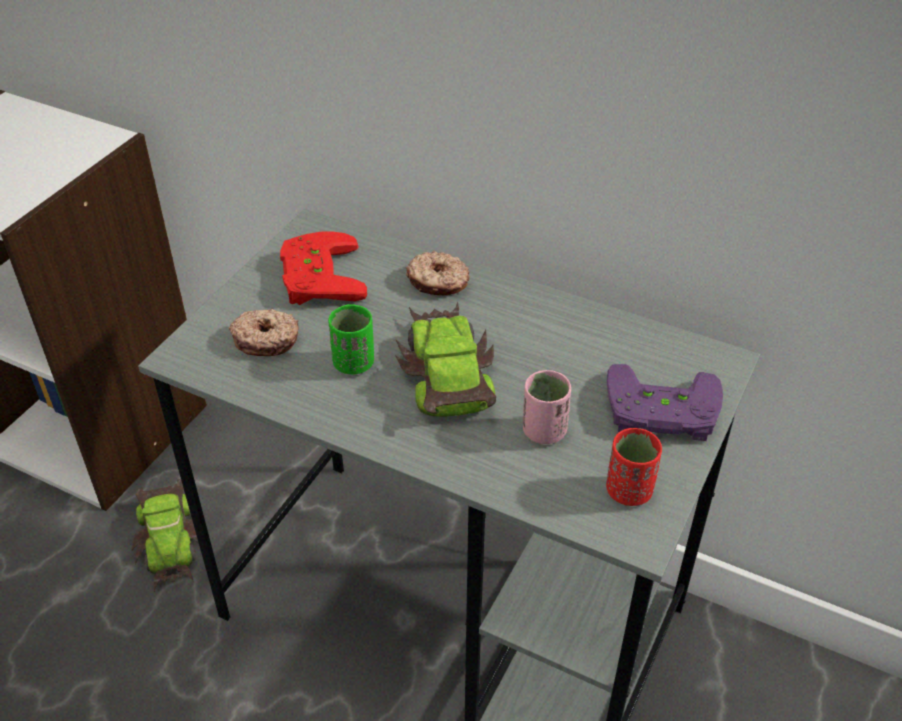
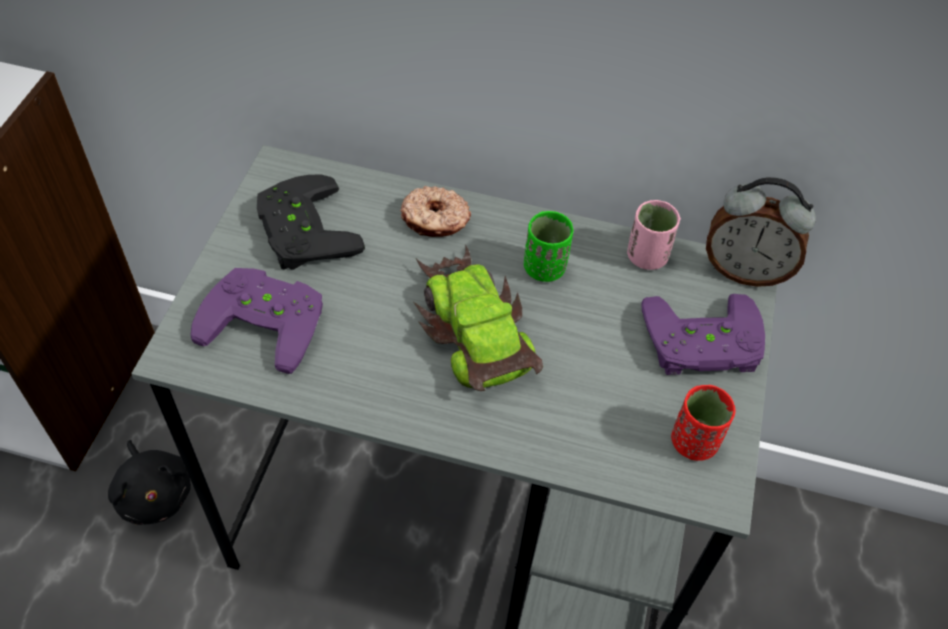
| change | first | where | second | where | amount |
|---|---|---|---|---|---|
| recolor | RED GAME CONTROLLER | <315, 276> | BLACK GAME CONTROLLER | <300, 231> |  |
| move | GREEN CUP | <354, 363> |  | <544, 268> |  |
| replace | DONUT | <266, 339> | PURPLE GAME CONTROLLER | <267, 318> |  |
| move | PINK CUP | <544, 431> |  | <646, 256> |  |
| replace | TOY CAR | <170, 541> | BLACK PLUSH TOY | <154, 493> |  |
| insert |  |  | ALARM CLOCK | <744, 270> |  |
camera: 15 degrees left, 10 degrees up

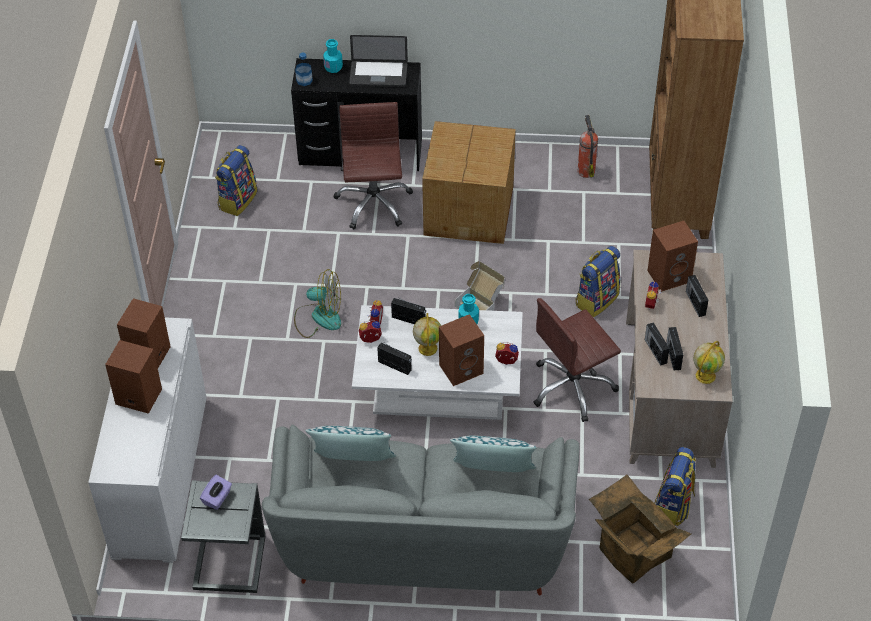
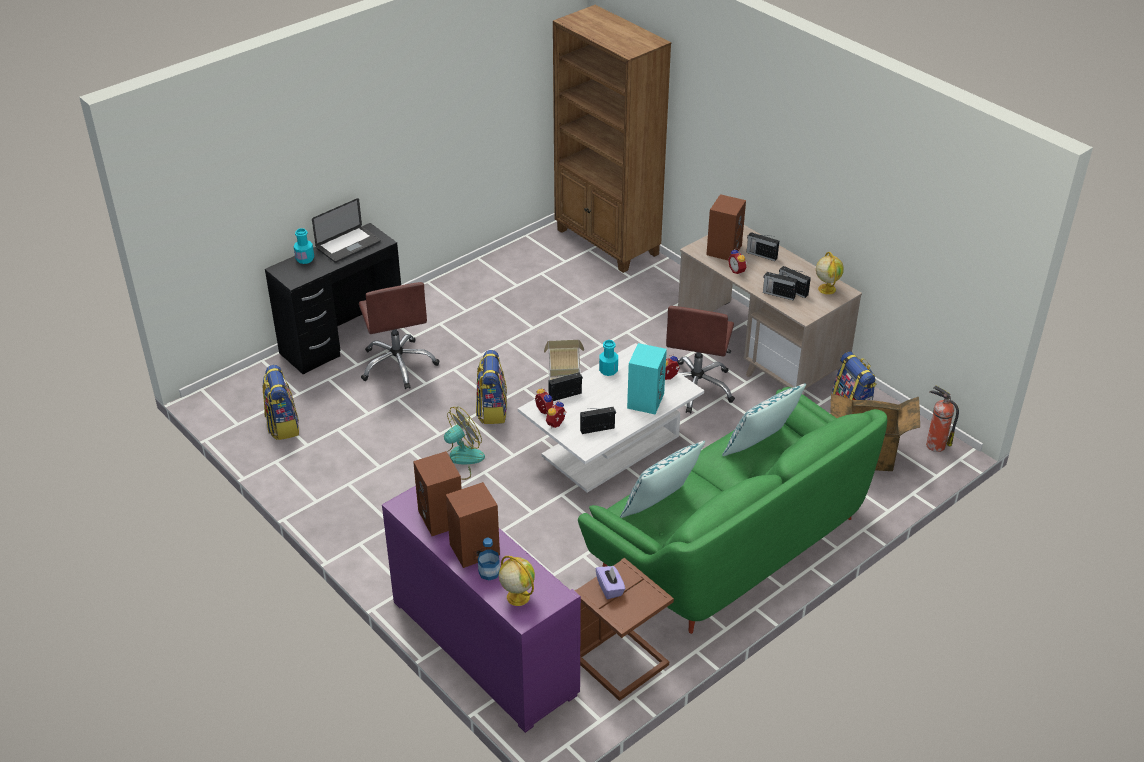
| change | first | where | second | where | amount |
|---|---|---|---|---|---|
| move | BOTTLE | <304, 80> |  | <489, 572> |  |
| rotate | BROWN OFFICE CHAIR | <373, 203> |  | <398, 364> | 150 degrees counterclockwise |
| move | FIRE EXTINGUISHER | <585, 170> |  | <934, 445> |  |
| delete | CARDBOARD BOX | <470, 209> |  |  |  |
| move | BACKPACK | <596, 299> |  | <491, 410> |  |
| move | GLOBE | <427, 348> |  | <517, 597> |  |
| recolor | BROWN SPEAKER | <461, 368> | TURQUOISE SPEAKER | <645, 400> |  |
| recolor | WHITE CABINET | <160, 476> | PURPLE CABINET | <483, 646> |  |
| recolor | GREY SOFA | <423, 535> | GREEN SOFA | <728, 541> |  |
| recolor | GREY SIDE TABLE | <228, 564> | BROWN SIDE TABLE | <621, 664> |  |
camera: 45 degrees left, 10 degrees down

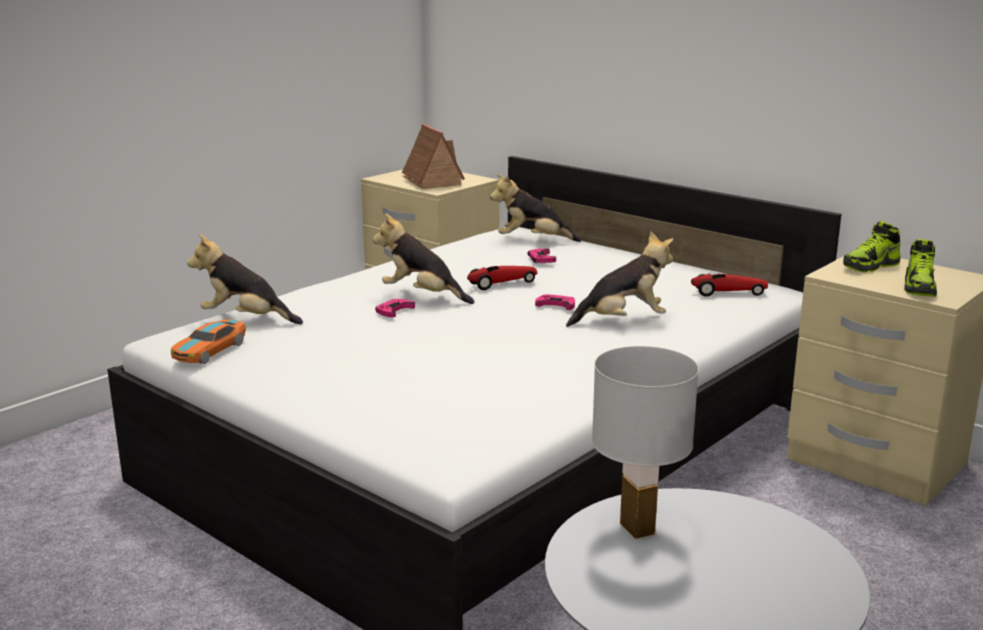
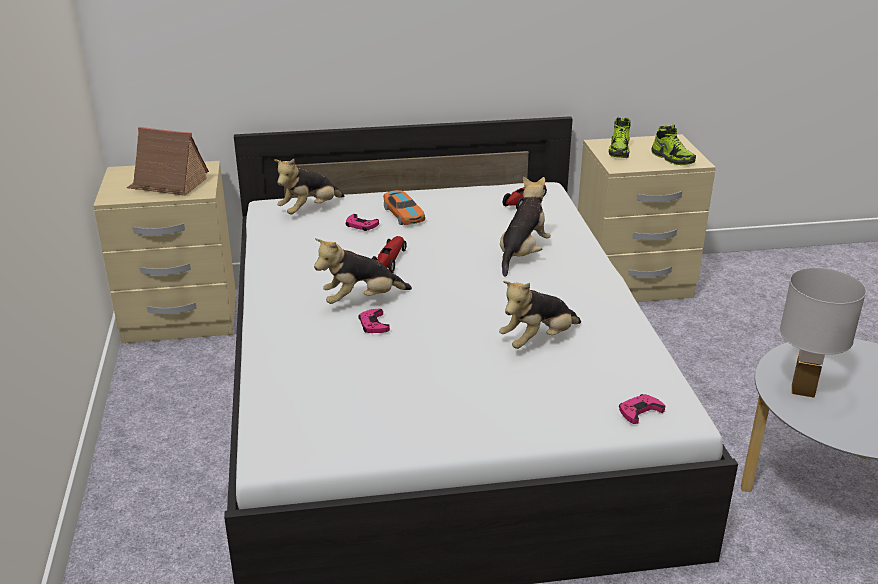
| change | first | where | second | where | amount |
|---|---|---|---|---|---|
| move | PLUSH TOY | <246, 319> |  | <538, 340> |  |
| move | PINK GAME CONTROLLER | <556, 305> |  | <640, 411> |  |
| move | TOY CAR | <210, 351> |  | <403, 214> |  |
camera: 50 degrees left, 10 degrees up

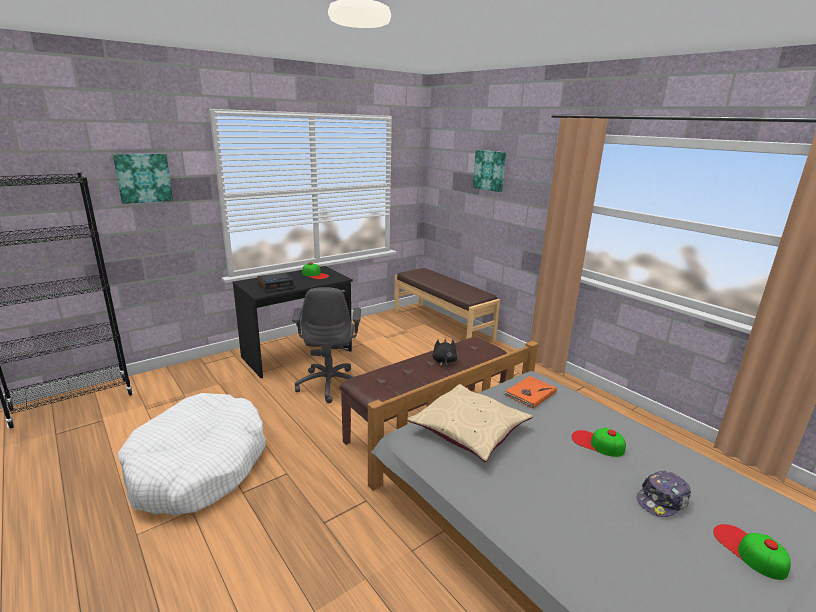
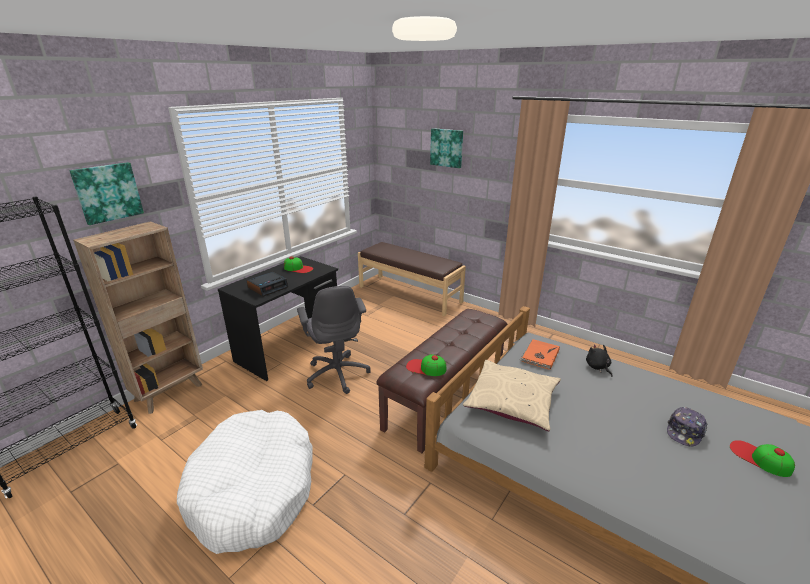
| change | first | where | second | where | amount |
|---|---|---|---|---|---|
| move | BLACK PLUSH TOY | <444, 362> |  | <597, 367> |  |
| move | CAP | <597, 443> |  | <426, 367> |  |
| insert |  |  | BROWN BOOKCASE | <170, 392> |  |
camera: 15 degrees left, 5 degrees up

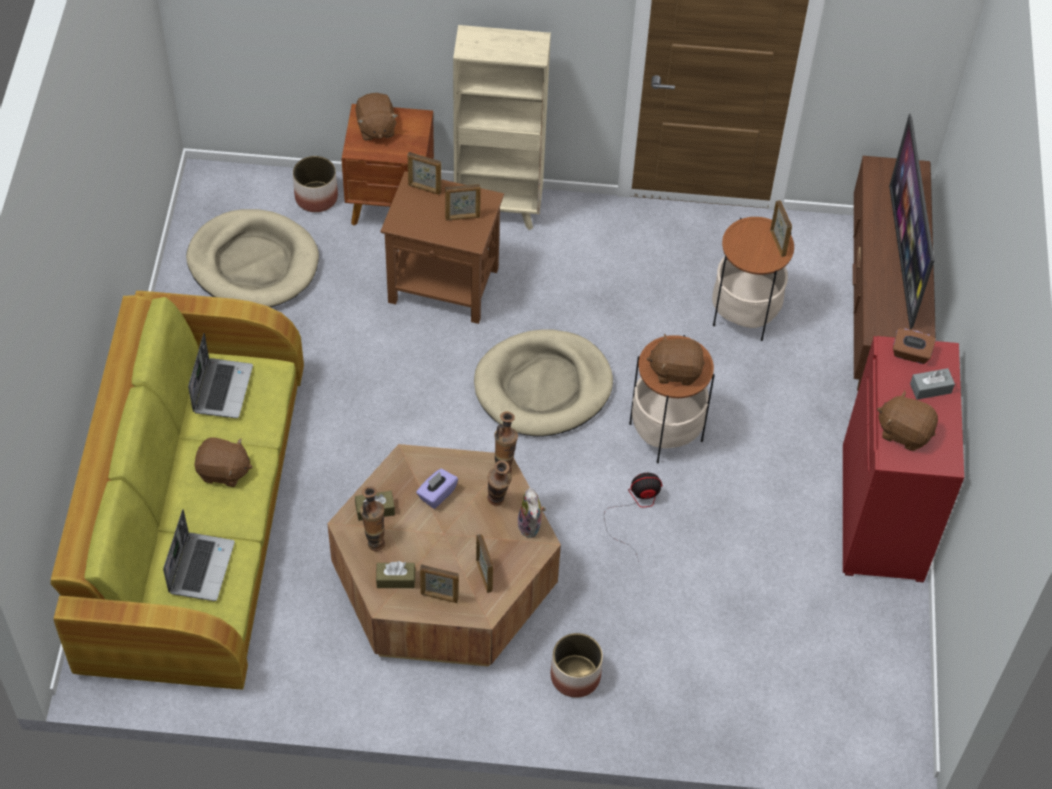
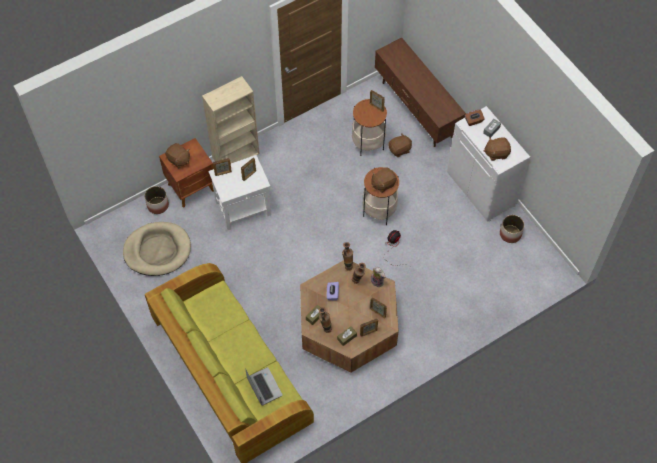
| change | first | where | second | where | amount |
|---|---|---|---|---|---|
| delete | TELEVISION | <903, 257> |  |  |  |
| recolor | BROWN SIDE TABLE | <445, 285> | WHITE SIDE TABLE | <244, 208> |  |
| delete | BEIGE DOG BED | <543, 387> |  |  |  |
| delete | LAPTOP | <222, 388> |  |  |  |
| recolor | RED CABINET | <884, 514> | WHITE CABINET | <482, 189> |  |
| move | BROWN PLUSH TOY | <223, 471> |  | <400, 150> |  |
| move | PLANTER | <575, 676> |  | <510, 234> |  |
camera: 35 degrees left, 5 degrees up

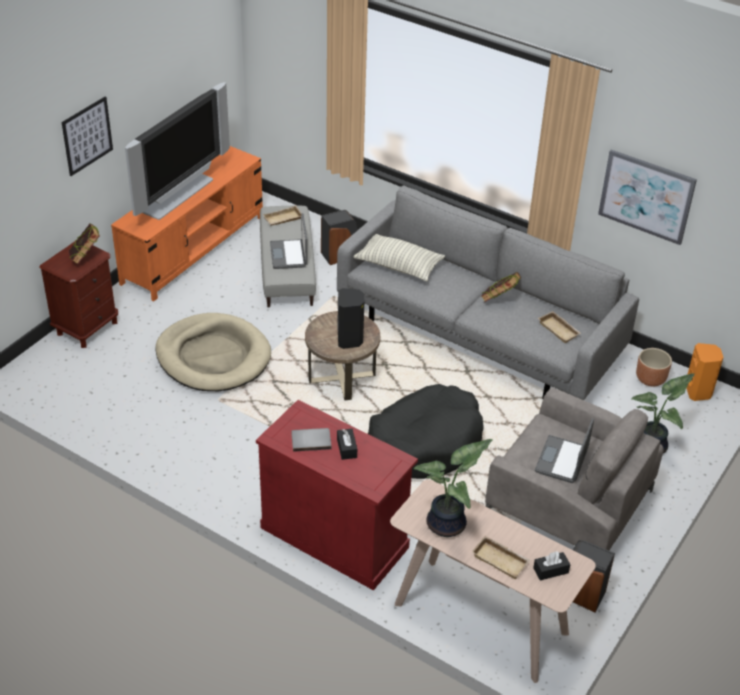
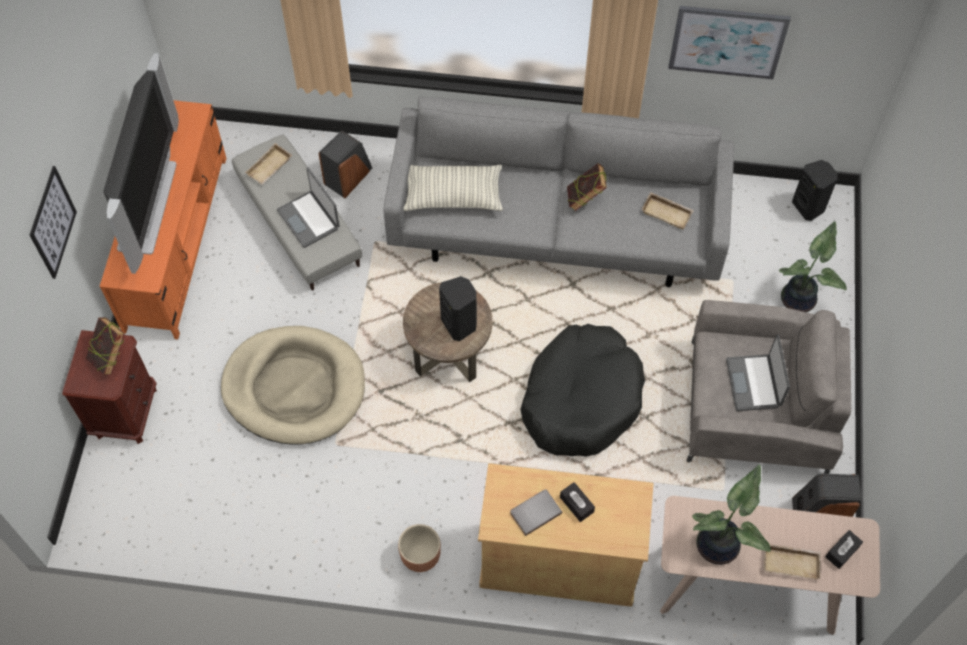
| change | first | where | second | where | amount |
|---|---|---|---|---|---|
| recolor | ORANGE SPEAKER | <698, 392> | BLACK SPEAKER | <809, 206> |  |
| move | BROWN PLANTER | <650, 379> |  | <421, 555> |  |
| recolor | RED CABINET | <334, 537> | BEIGE CABINET | <559, 561> |  |
camera: 25 degrees left, 20 degrees up

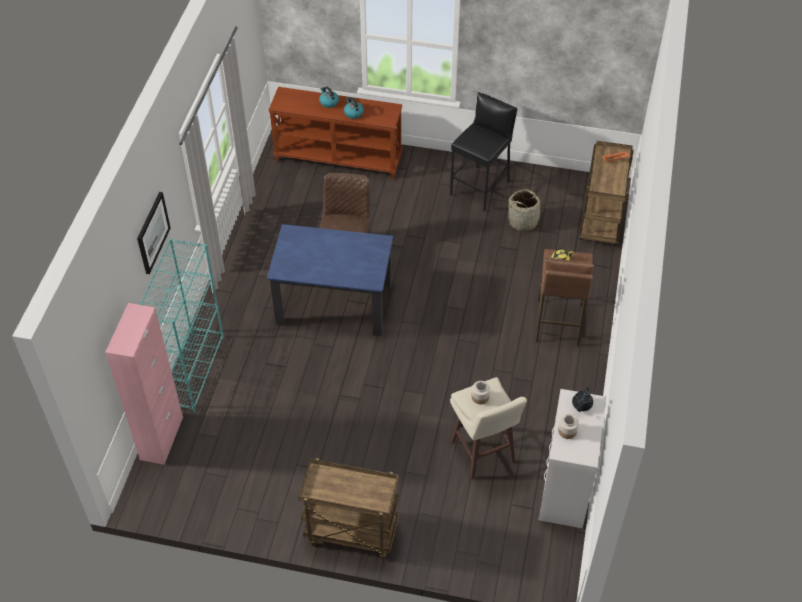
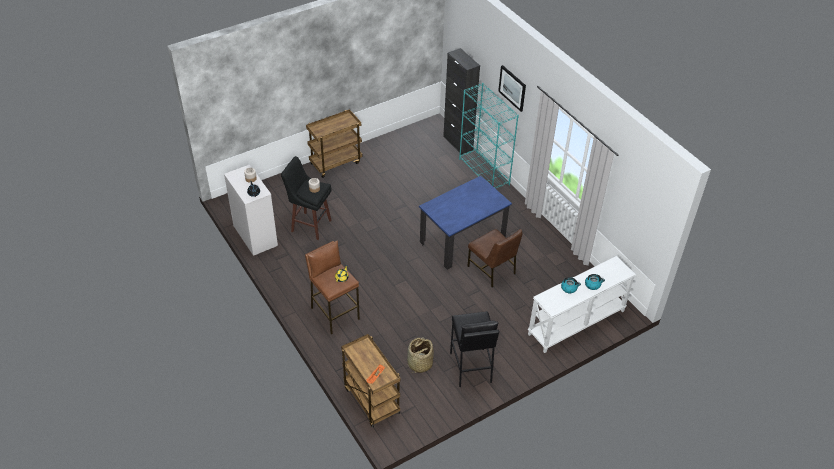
| change | first | where | second | where | amount |
|---|---|---|---|---|---|
| recolor | BROWN CONSOLE TABLE | <339, 158> | WHITE CONSOLE TABLE | <576, 323> |  |
| recolor | PINK CABINET | <161, 438> | BLACK CABINET | <458, 143> |  |
| recolor | BEIGE STOOL | <483, 453> | BLACK STOOL | <310, 225> |  |
camera: 135 degrees right, 5 degrees down

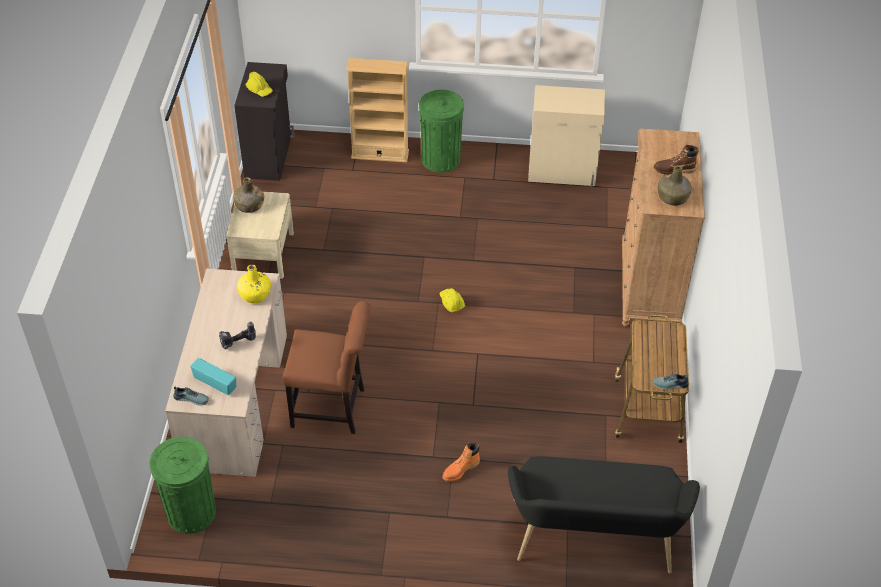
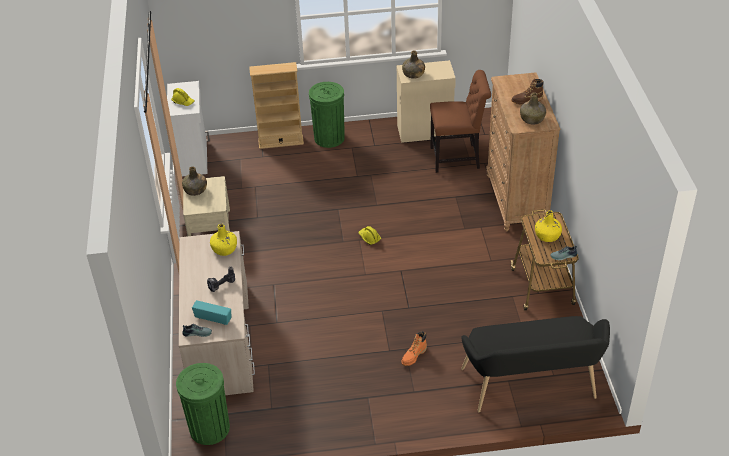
| change | first | where | second | where | amount |
|---|---|---|---|---|---|
| recolor | BLACK CABINET | <269, 157> | WHITE CABINET | <193, 158> |  |
| move | BROWN CHAIR | <332, 408> |  | <458, 158> |  |
| insert |  |  | GREEN BOTTLE | <413, 74> |  |
| insert |  |  | YELLOW BOTTLE | <547, 235> |  |
camera: 10 degrees left, 5 degrees down

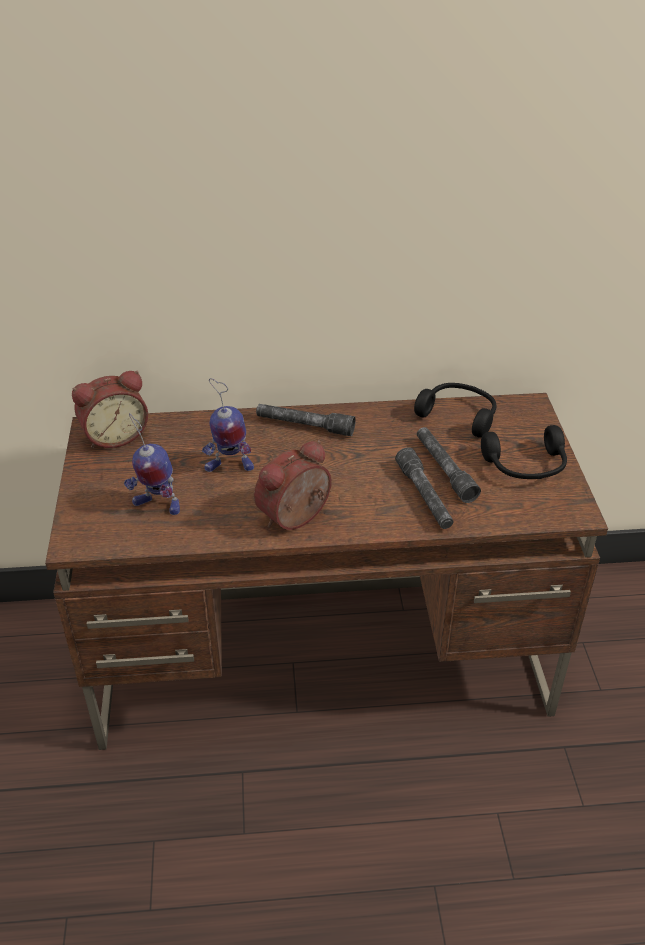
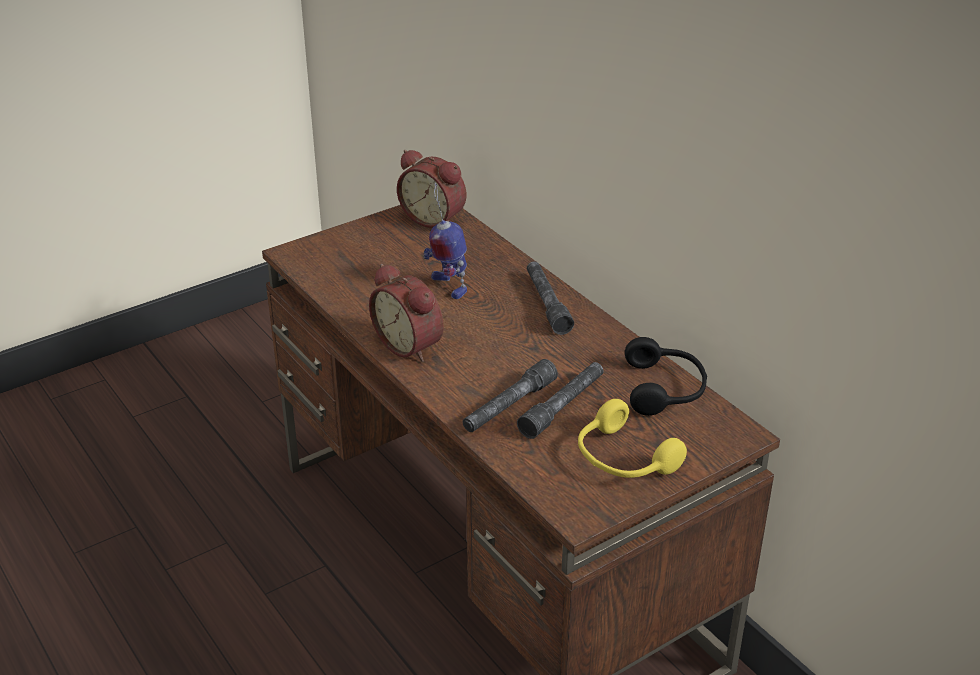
| change | first | where | second | where | amount |
|---|---|---|---|---|---|
| delete | TOY ROBOT | <156, 505> |  |  |  |
| recolor | BLACK HEADPHONES | <526, 466> | YELLOW HEADPHONES | <622, 459> |  |
| rotate | ALARM CLOCK | <296, 519> |  | <411, 344> | 150 degrees counterclockwise |
camera: 60 degrees right, 5 degrees down

